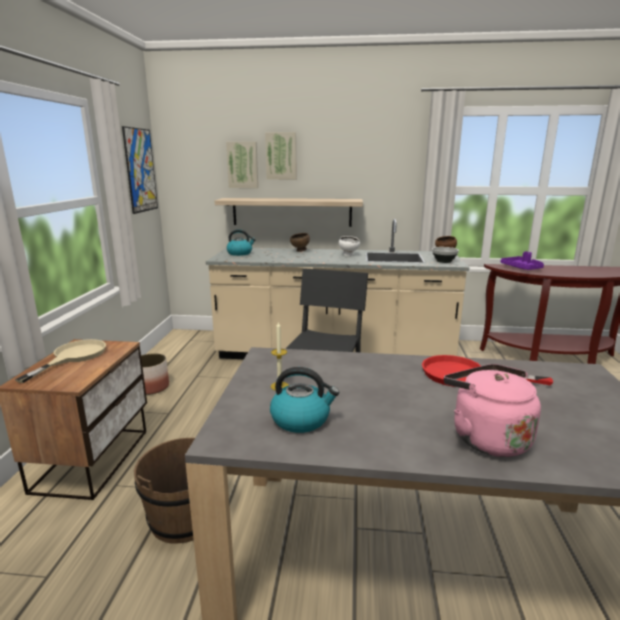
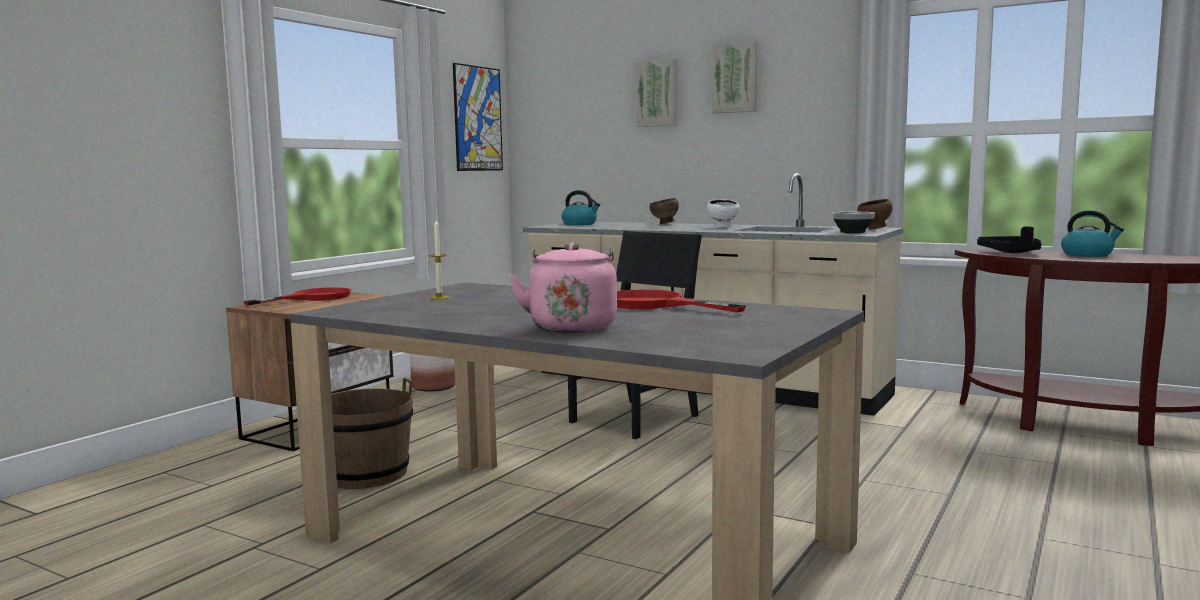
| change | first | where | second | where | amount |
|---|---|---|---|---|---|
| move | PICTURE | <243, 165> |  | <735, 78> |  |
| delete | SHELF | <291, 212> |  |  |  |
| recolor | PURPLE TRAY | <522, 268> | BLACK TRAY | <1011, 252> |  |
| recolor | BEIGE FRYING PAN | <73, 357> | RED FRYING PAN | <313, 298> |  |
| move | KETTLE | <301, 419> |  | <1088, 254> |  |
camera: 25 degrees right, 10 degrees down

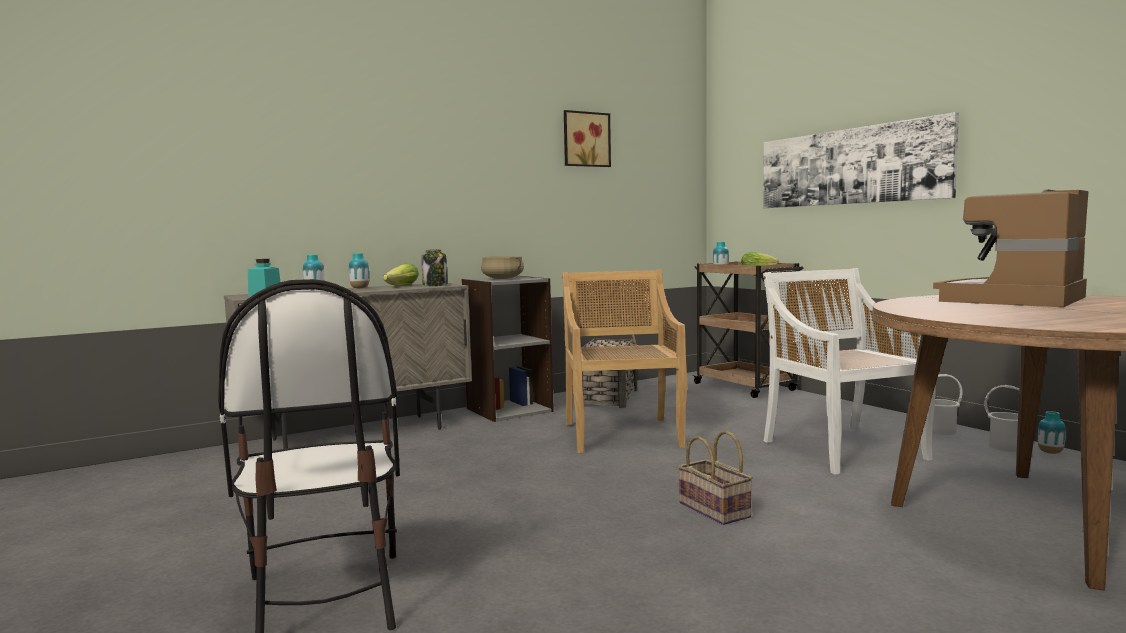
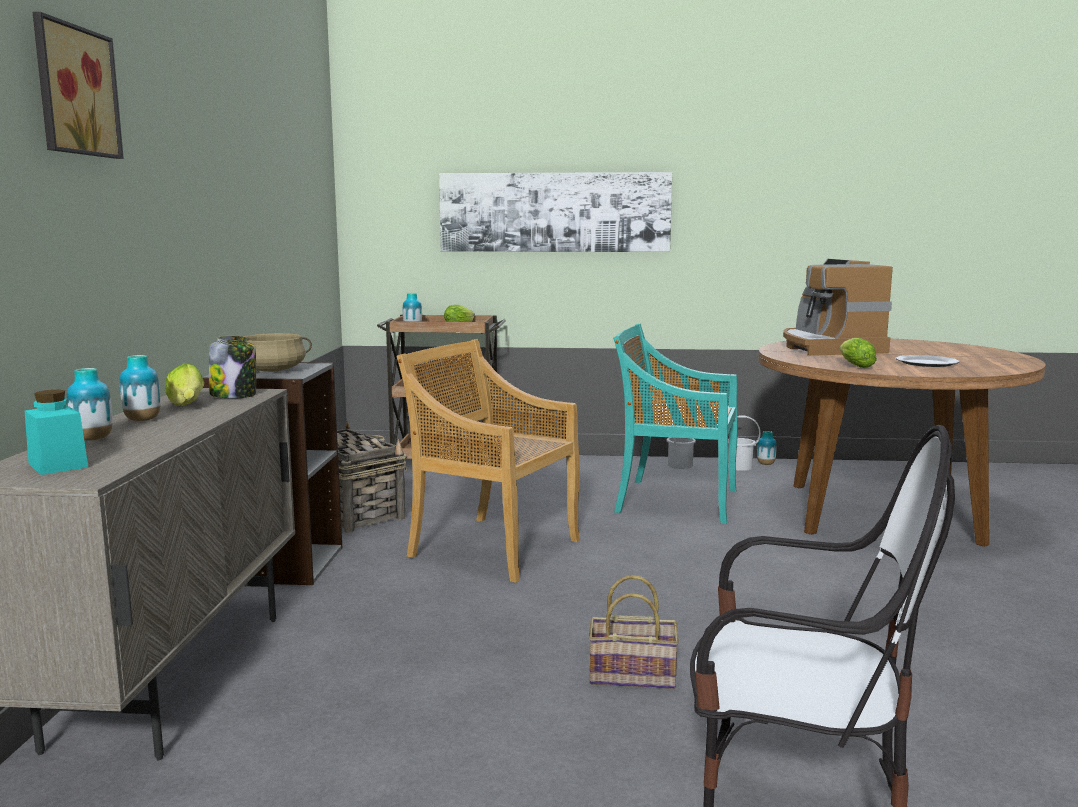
| change | first | where | second | where | amount |
|---|---|---|---|---|---|
| move | PICTURE | <585, 139> |  | <72, 91> |  |
| recolor | WHITE CHAIR | <842, 449> | TURQUOISE CHAIR | <674, 501> |  |
| move | BASKET | <716, 510> |  | <634, 674> |  |
| insert |  |  | LETTUCE | <854, 365> |  |
| insert |  |  | PLATE | <926, 363> |  |
camera: 55 degrees left, 5 degrees up

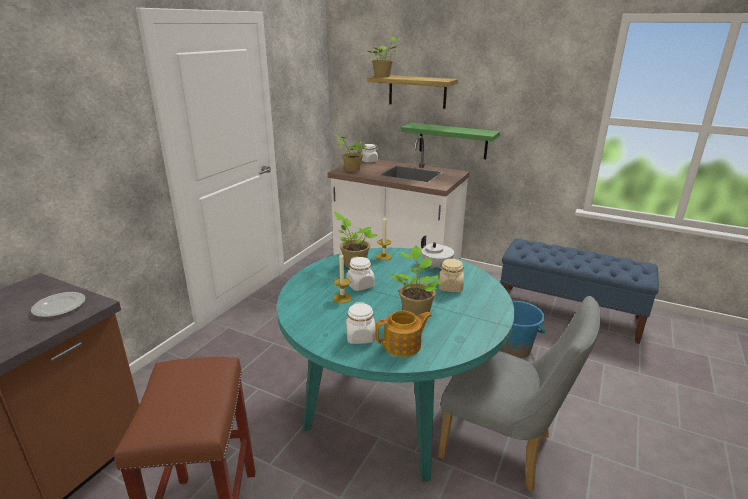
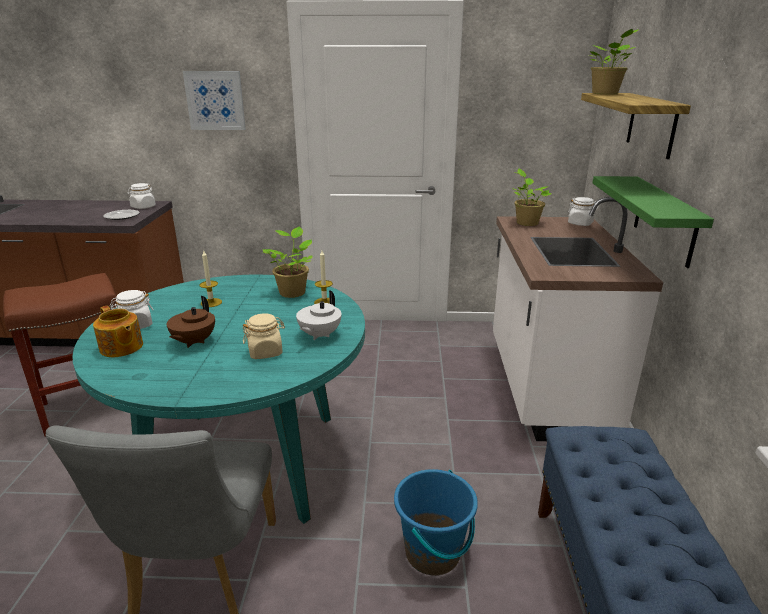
| change | first | where | second | where | amount |
|---|---|---|---|---|---|
| replace | POTTED PLANT | <415, 312> | BROWN TEAPOT | <193, 342> |  |
| move | WHITE JAR | <360, 285> |  | <143, 207> |  |
| insert |  |  | PICTURE | <215, 100> |  |
camera: 65 degrees right, 0 degrees up

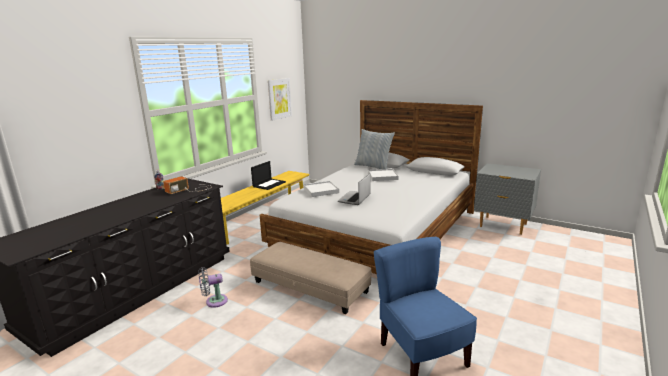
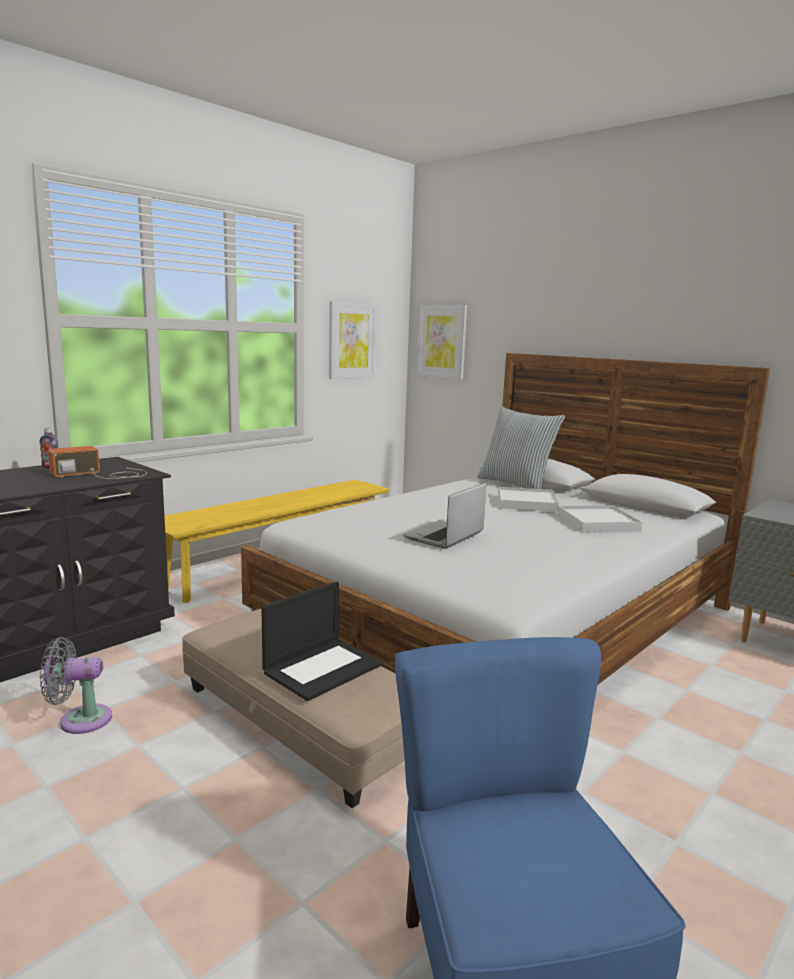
| change | first | where | second | where | amount |
|---|---|---|---|---|---|
| move | LAPTOP | <269, 184> |  | <323, 668> |  |
| move | WHITE TRAY | <321, 190> |  | <597, 522> |  |
| insert |  |  | PICTURE | <442, 341> |  |
camera: 10 degrees right, 5 degrees down

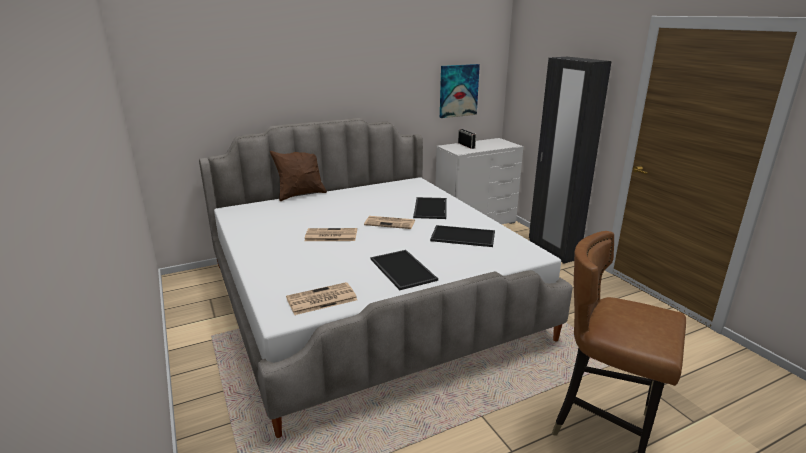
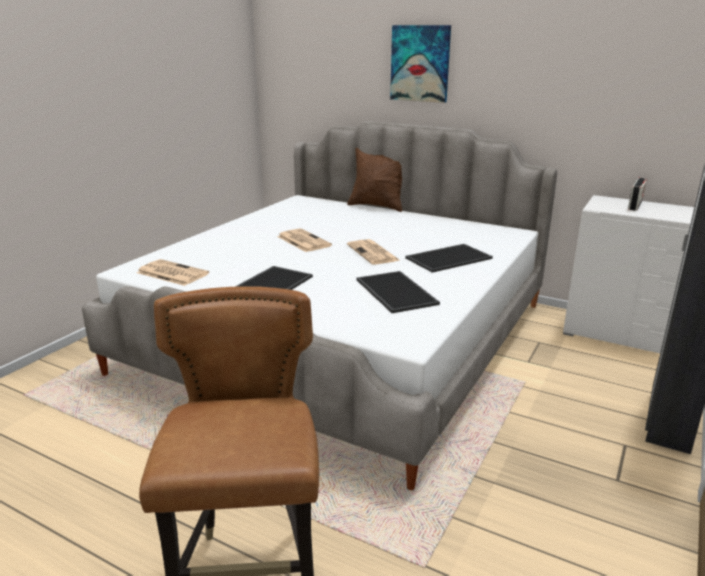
| change | first | where | second | where | amount |
|---|---|---|---|---|---|
| move | PICTURE | <458, 90> |  | <420, 63> |  |
camera: 55 degrees right, 0 degrees up

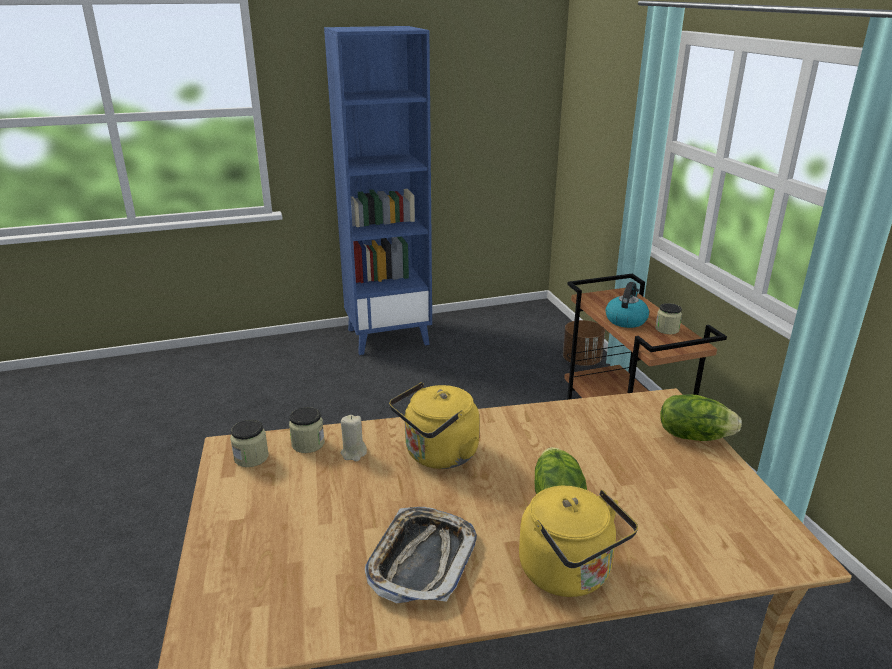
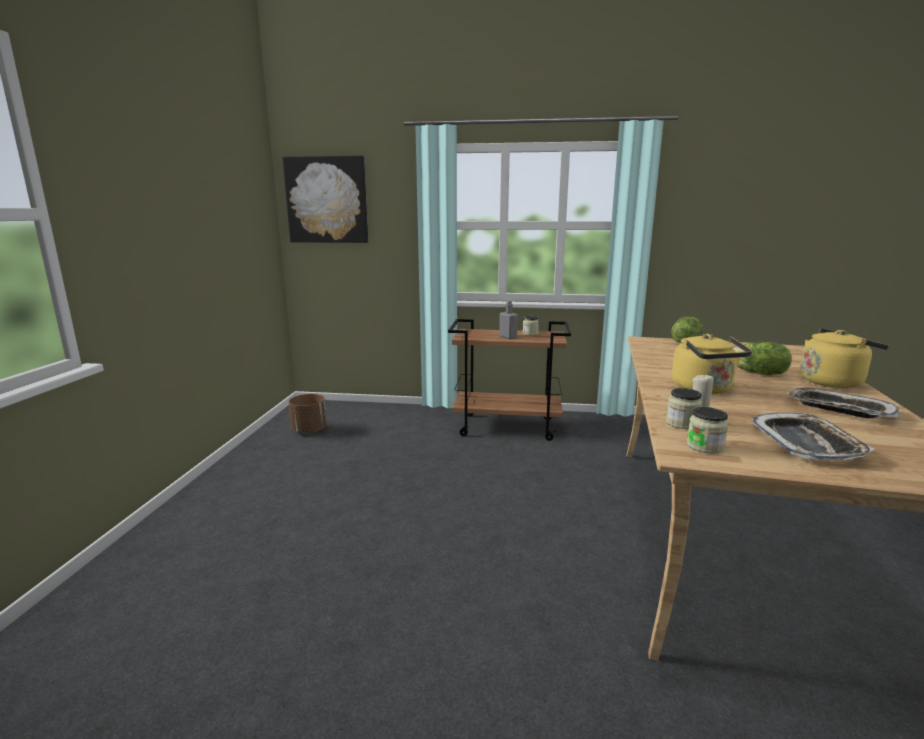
| change | first | where | second | where | amount |
|---|---|---|---|---|---|
| delete | BLUE BOOKCASE | <388, 336> |  |  |  |
| replace | KETTLE | <626, 320> | GREY BOTTLE | <508, 337> |  |
| move | BROWN PLANTER | <581, 361> |  | <309, 430> |  |
| insert |  |  | PICTURE | <327, 200> |  |
| insert |  |  | TRAY | <806, 443> |  |
camera: 65 degrees left, 10 degrees down

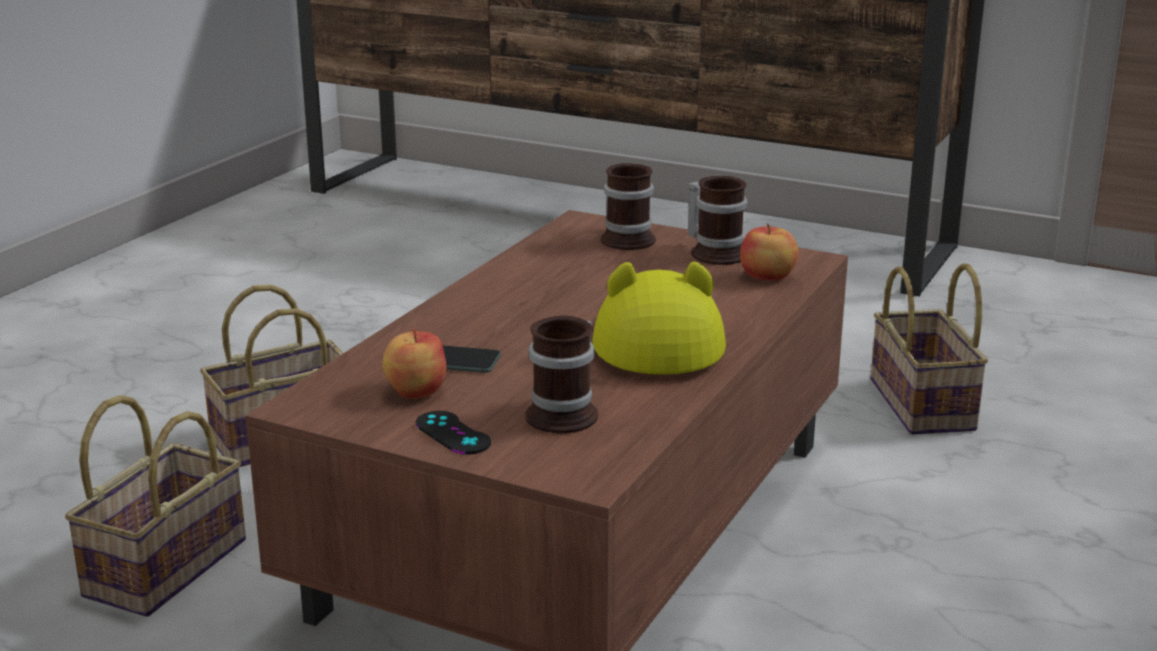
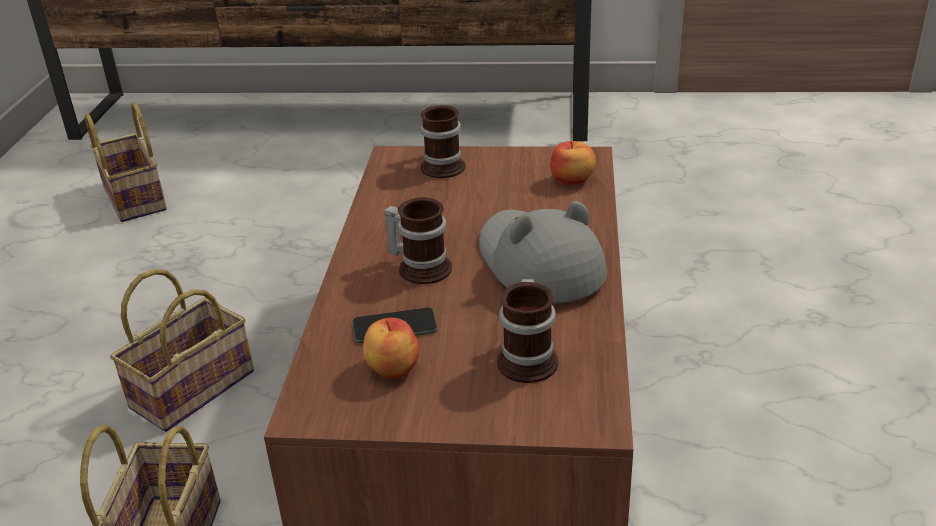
| change | first | where | second | where | amount |
|---|---|---|---|---|---|
| move | MUG | <717, 252> |  | <421, 266> |  |
| recolor | YELLOW HAT | <655, 339> | GREY HAT | <538, 263> |  |
| move | BASKET | <925, 406> |  | <137, 199> |  |
| delete | BLACK GAME CONTROLLER | <452, 433> |  |  |  |
camera: 20 degrees left, 10 degrees up

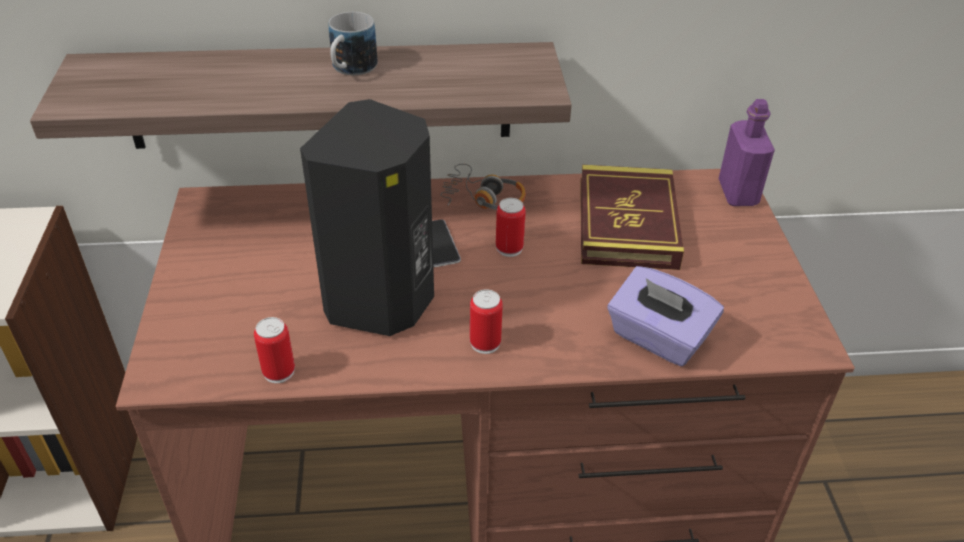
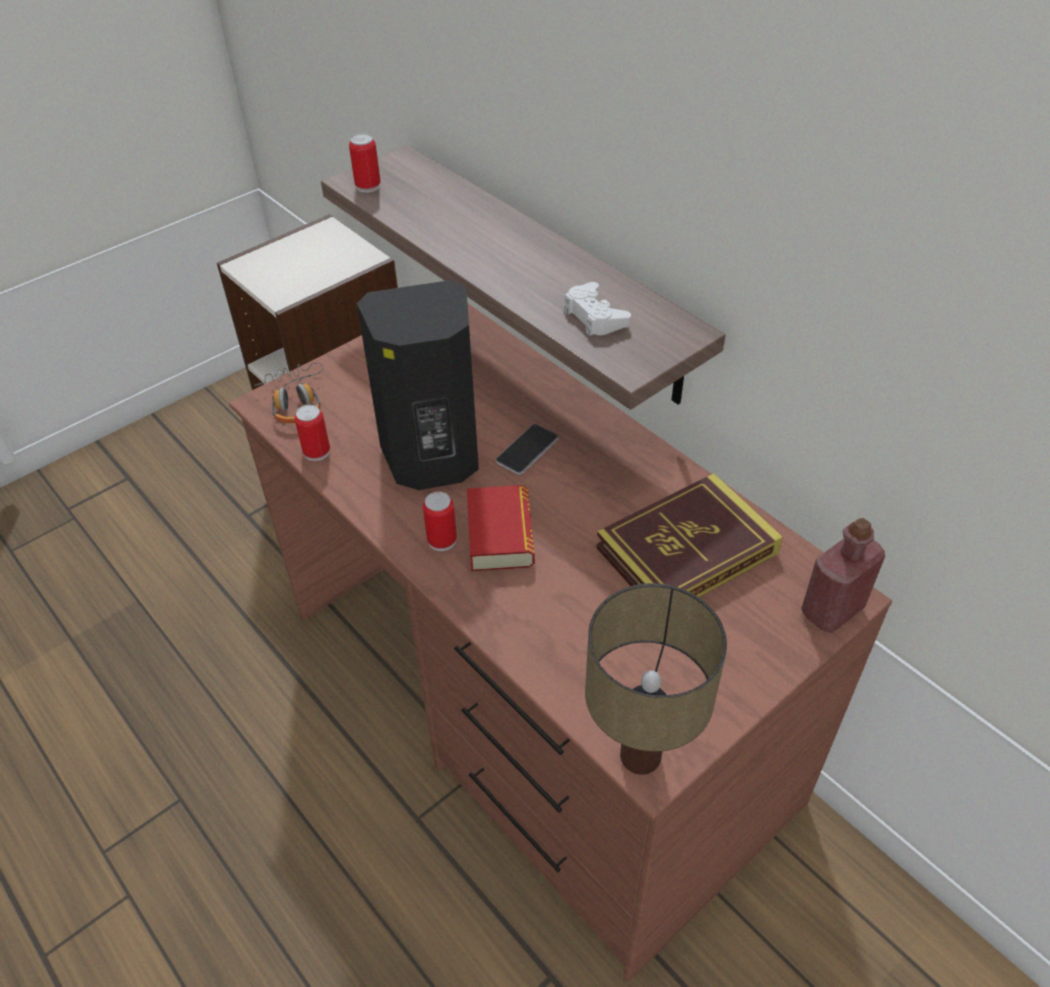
| change | first | where | second | where | amount |
|---|---|---|---|---|---|
| delete | MUG | <350, 70> |  |  |  |
| recolor | PURPLE BOTTLE | <737, 193> | RED BOTTLE | <832, 610> |  |
| move | HEADPHONES | <483, 198> |  | <296, 401> |  |
| move | CAN | <509, 248> |  | <368, 186> |  |
| delete | PURPLE TISSUE BOX | <658, 338> |  |  |  |
| insert |  |  | WHITE GAME CONTROLLER | <594, 316> |  |
| insert |  |  | BOOK | <500, 535> |  |
| insert |  |  | TABLE LAMP | <642, 757> |  |
camera: 55 degrees right, 5 degrees up

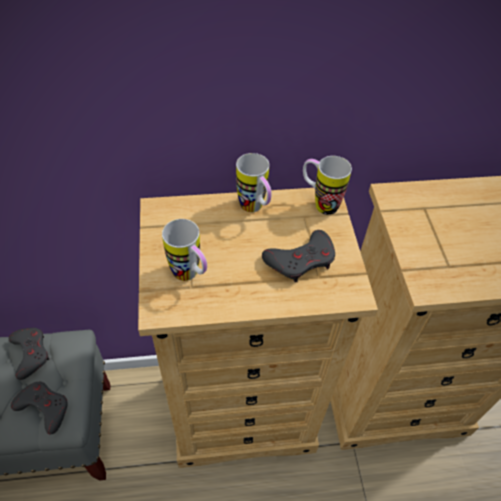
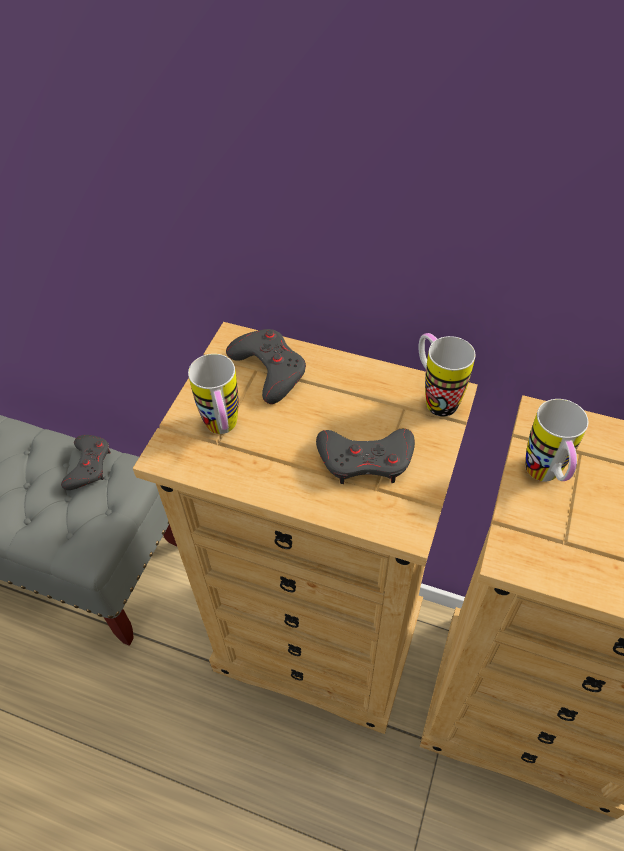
| change | first | where | second | where | amount |
|---|---|---|---|---|---|
| move | MUG | <255, 209> |  | <545, 477> |  |
| move | GREY GAME CONTROLLER | <43, 407> |  | <269, 369> |  |
camera: 30 degrees right, 0 degrees up

